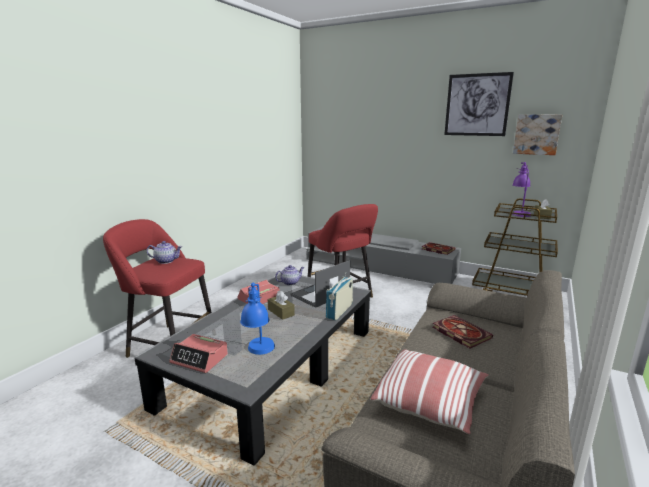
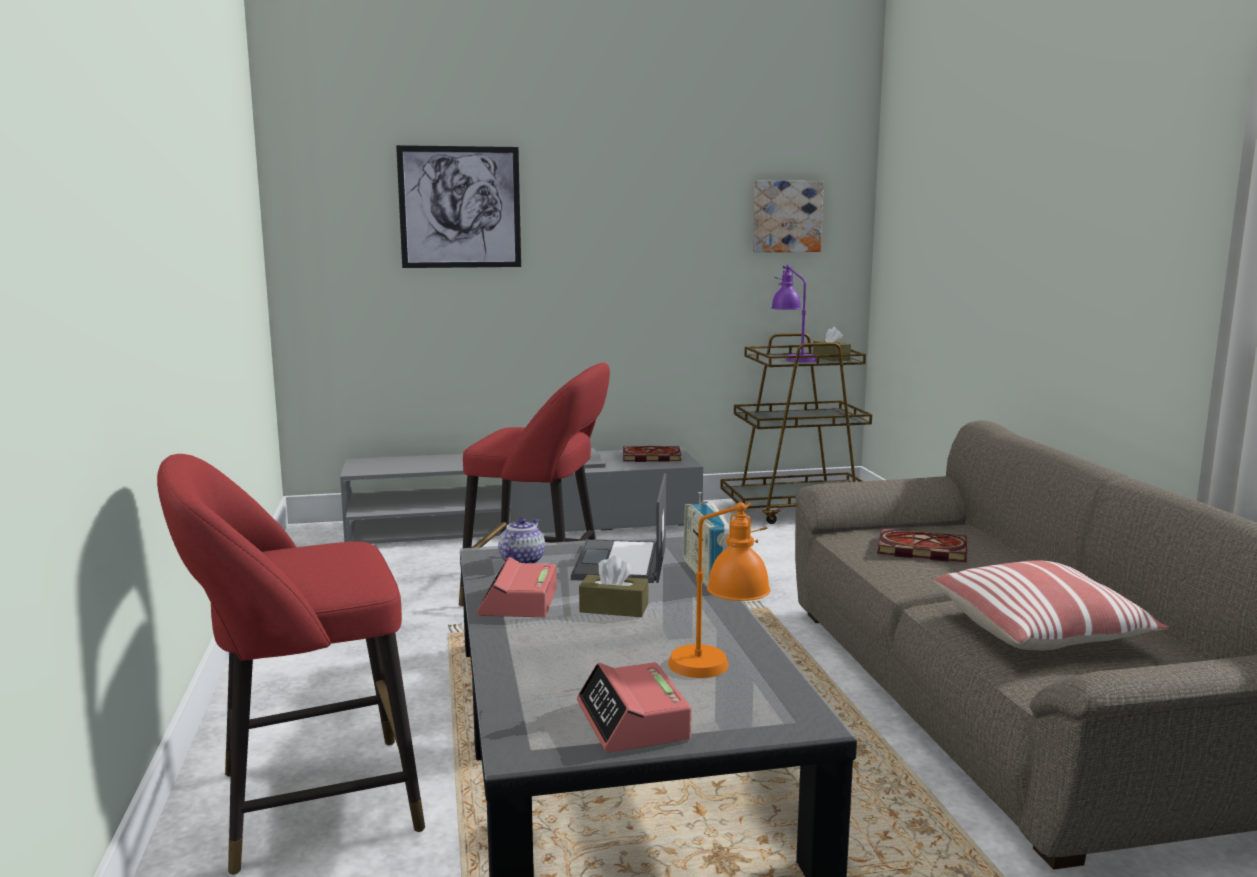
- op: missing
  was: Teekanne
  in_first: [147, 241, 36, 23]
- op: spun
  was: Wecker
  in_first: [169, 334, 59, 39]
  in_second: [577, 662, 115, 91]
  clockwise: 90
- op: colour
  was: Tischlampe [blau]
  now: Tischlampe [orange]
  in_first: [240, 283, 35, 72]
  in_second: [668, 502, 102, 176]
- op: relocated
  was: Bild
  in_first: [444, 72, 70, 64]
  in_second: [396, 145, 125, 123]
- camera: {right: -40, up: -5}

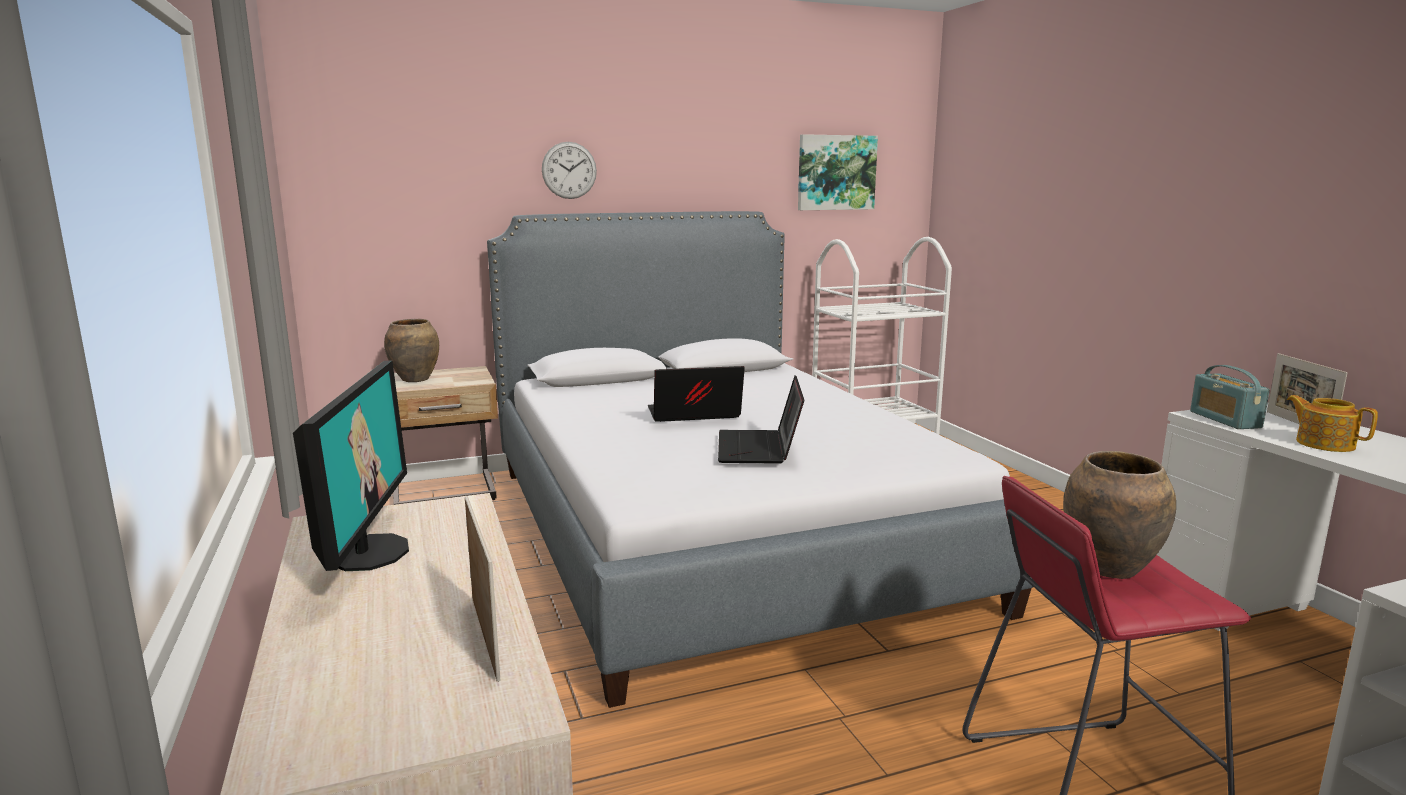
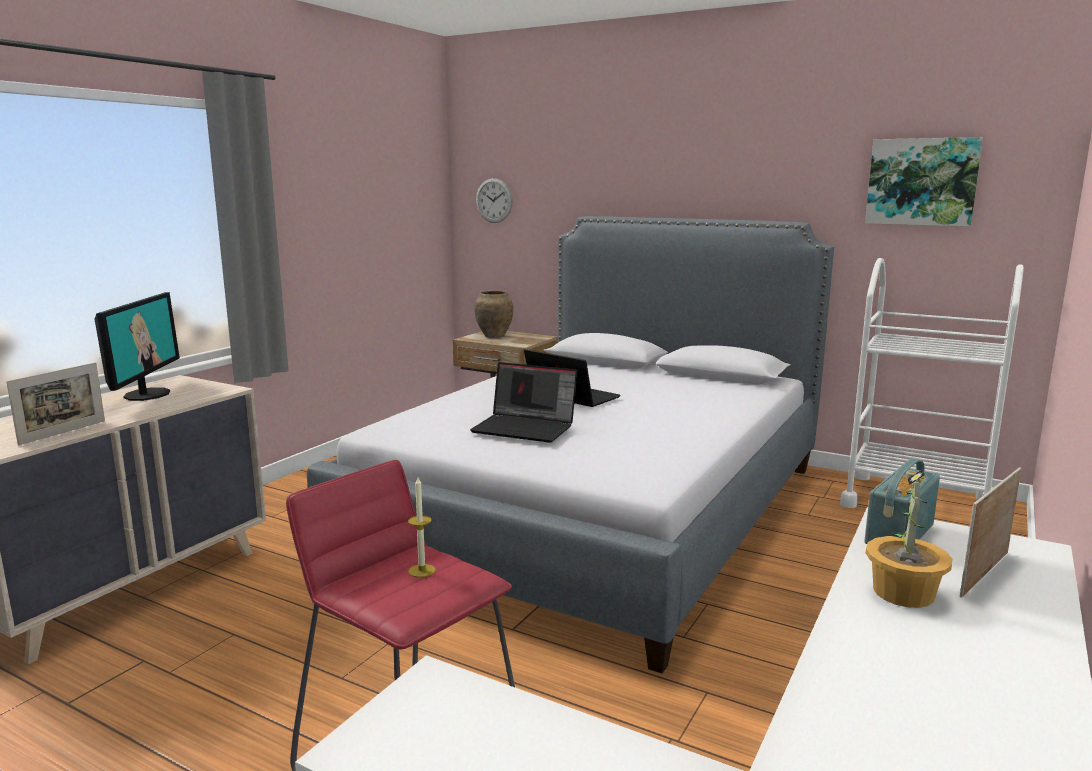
- op: spun
  was: Monitor
  in_first: [293, 360, 116, 211]
  in_second: [94, 292, 86, 109]
  clockwise: -45
- op: relocated
  was: Wanduhr
  in_first: [542, 142, 55, 57]
  in_second: [476, 178, 37, 45]
- op: spun
  was: Laptop
  in_first: [718, 376, 86, 88]
  in_second: [470, 362, 107, 81]
  clockwise: -120
- op: exchanged
  was: Vase [braun]
  now: Kerze
  in_first: [1063, 451, 113, 128]
  in_second: [408, 477, 28, 100]
- op: exchanged
  was: Teekanne
  now: Topfpflanze
  in_first: [1287, 395, 91, 57]
  in_second: [866, 469, 86, 139]
- camera: {right: 50, up: 0}

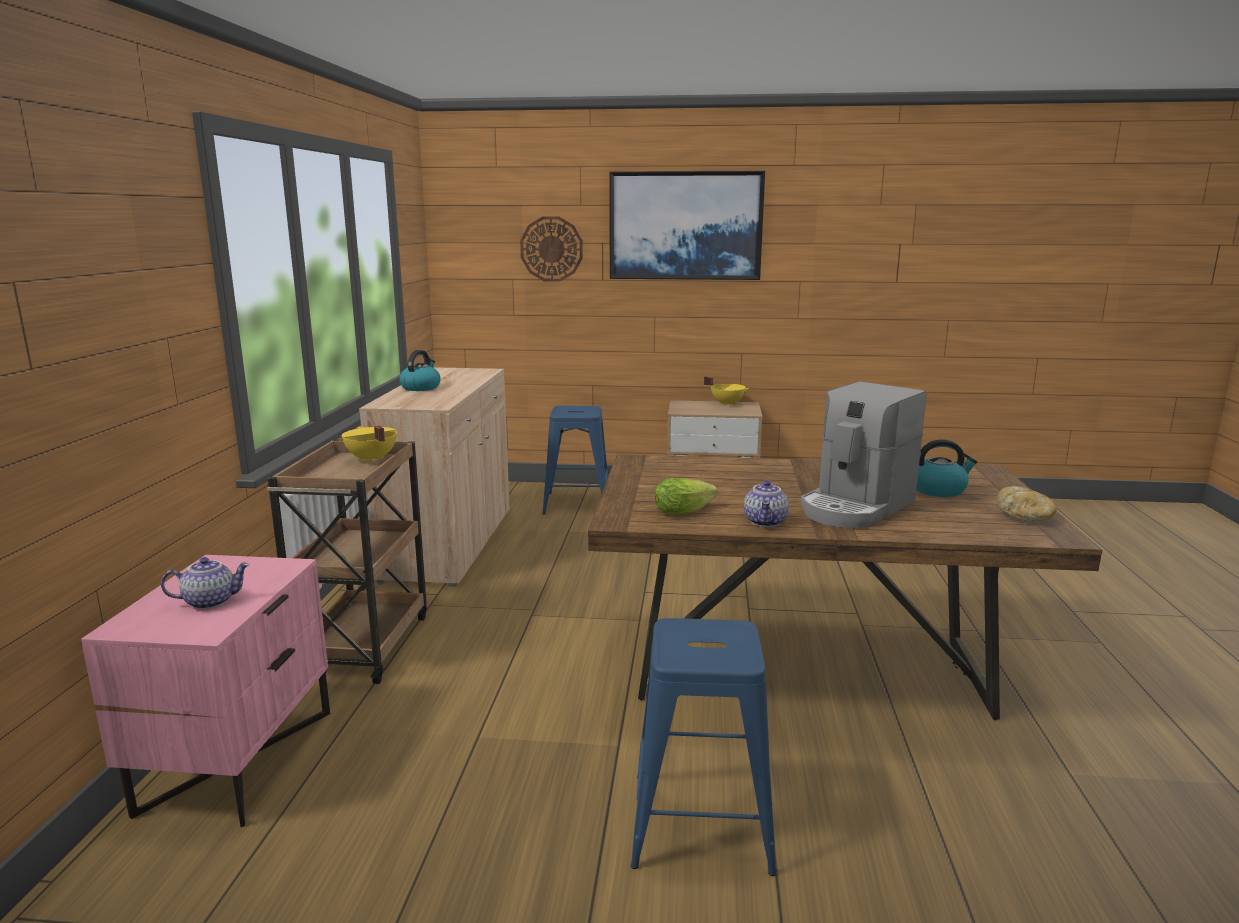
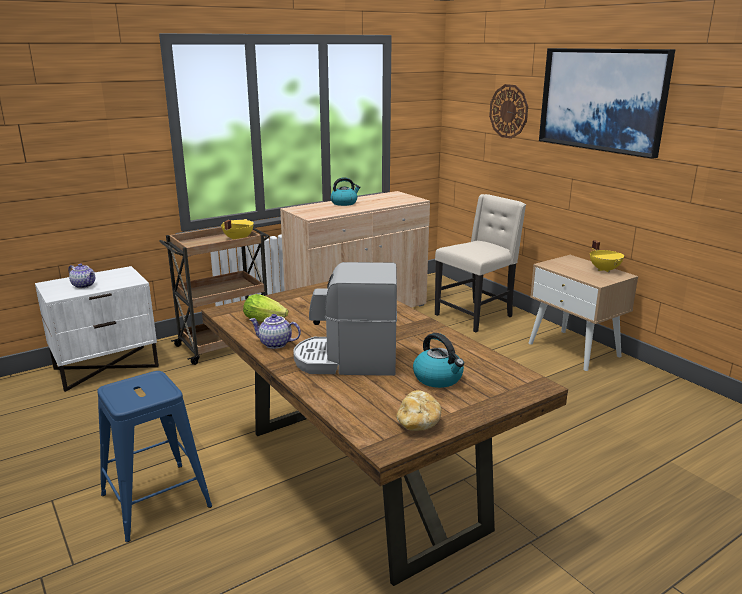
- op: colour
  was: Nachttisch [rosa]
  now: Nachttisch [weiß]
  in_first: [81, 555, 249, 272]
  in_second: [35, 266, 124, 126]
- op: exchanged
  was: Hocker [blau]
  now: Stuhl [beige]
  in_first: [542, 406, 66, 108]
  in_second: [435, 194, 91, 138]
- op: spun
  was: Teekanne
  in_first: [744, 480, 45, 47]
  in_second: [249, 314, 52, 35]
  clockwise: 45
- camera: {right: 50, up: 5}

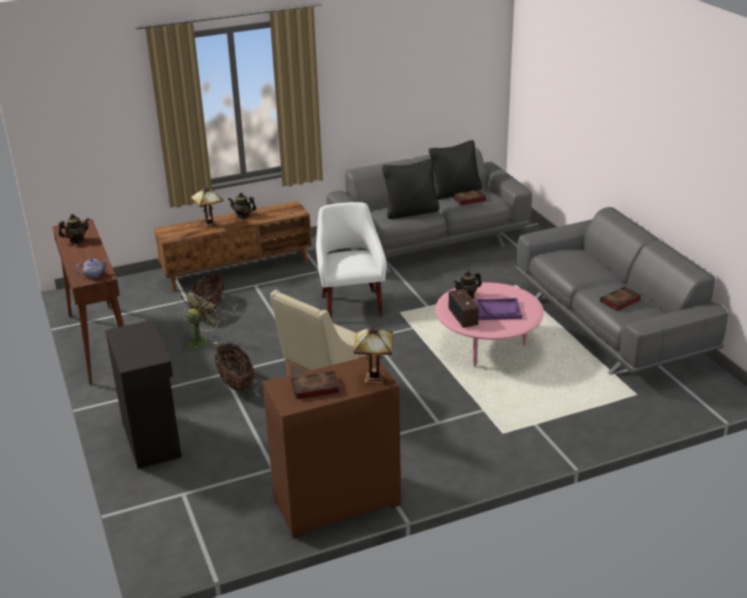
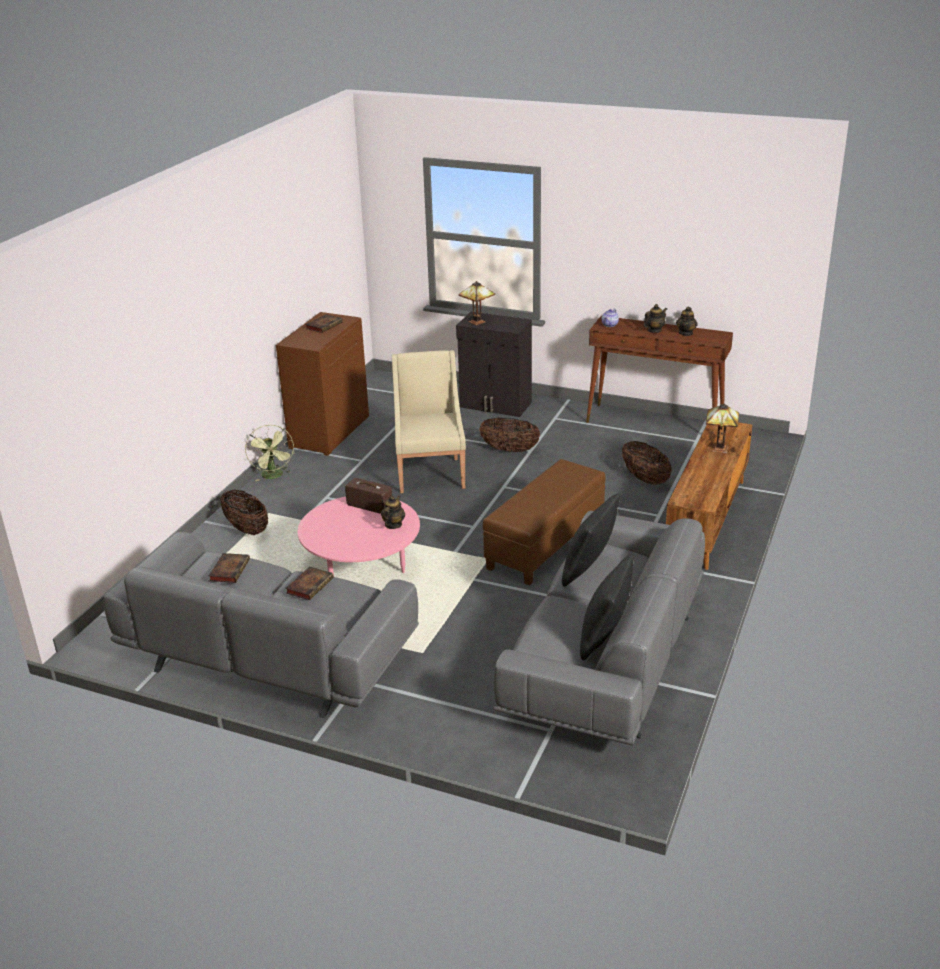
- op: relocated
  was: Ventilator [grün]
  in_first: [178, 289, 45, 61]
  in_second: [245, 425, 49, 56]
- op: relocated
  was: Teekanne
  in_first: [228, 192, 28, 27]
  in_second: [644, 304, 23, 29]
- op: exchanged
  was: Sessel [weiß]
  now: Polsterhocker [braun]
  in_first: [316, 202, 71, 118]
  in_second: [483, 459, 122, 126]
- op: relocated
  was: Tischlampe
  in_first: [354, 326, 39, 58]
  in_second: [459, 281, 36, 45]
- op: relocated
  was: Buch
  in_first: [453, 189, 34, 16]
  in_second: [286, 567, 48, 33]
- op: missing
  was: Tablett [lila]
  in_first: [475, 298, 47, 22]
- op: appeared
  now: Korb
  in_second: [220, 490, 48, 45]
- camera: {right: 135, up: 0}

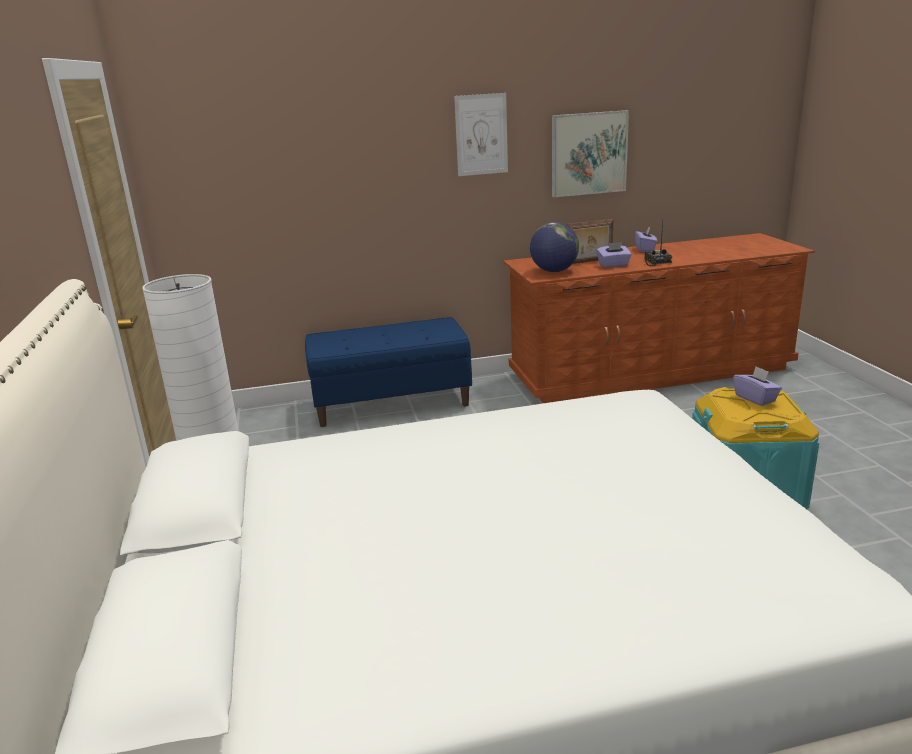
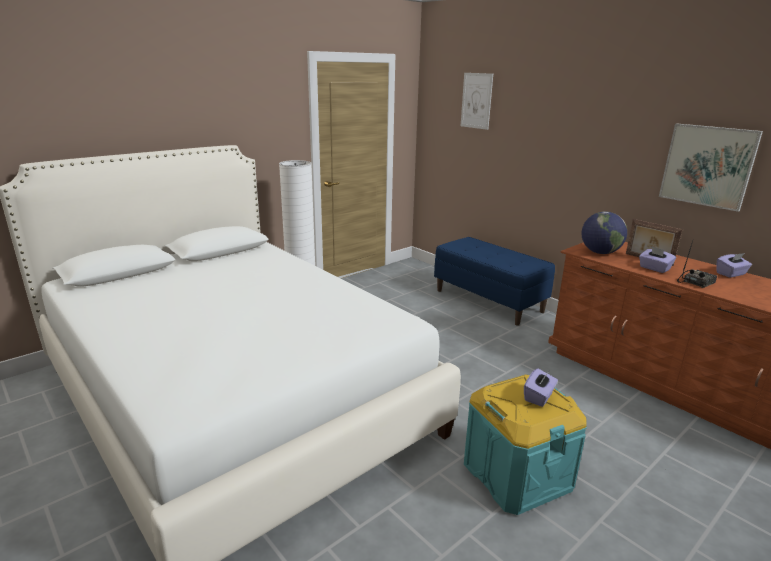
- op: relocated
  was: Bild
  in_first: [454, 93, 54, 83]
  in_second: [461, 73, 32, 57]
- camera: {right: 60, up: 0}

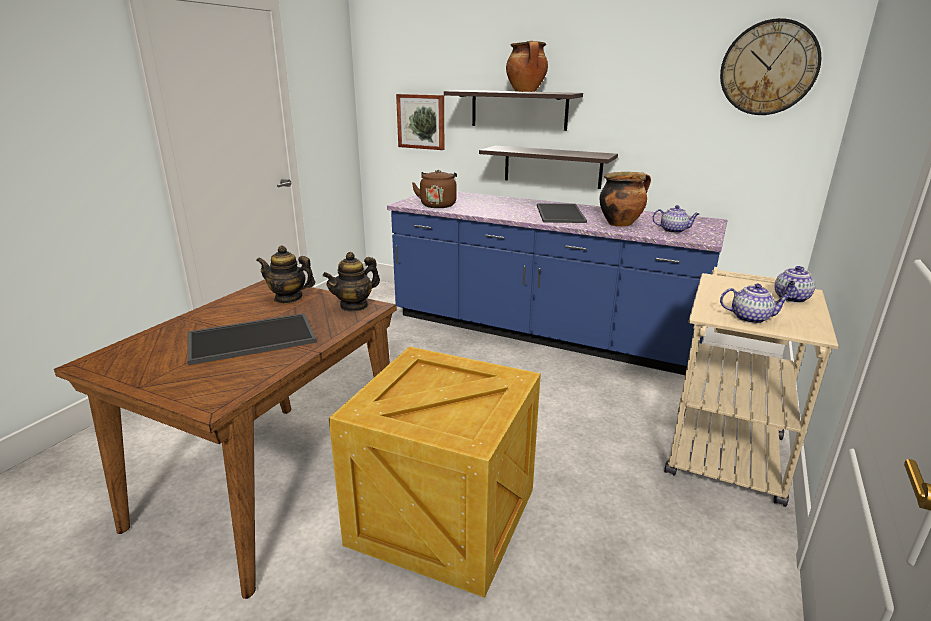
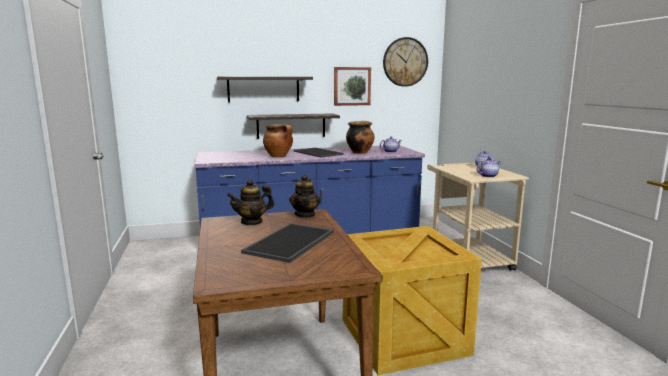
- op: relocated
  was: Bild
  in_first: [396, 94, 48, 56]
  in_second: [334, 67, 37, 39]
- op: missing
  was: Wasserkessel [braun]
  in_first: [412, 170, 45, 38]
- op: relocated
  was: Kochtopf
  in_first: [506, 41, 42, 51]
  in_second: [263, 124, 30, 33]
- camera: {right: -40, up: -10}

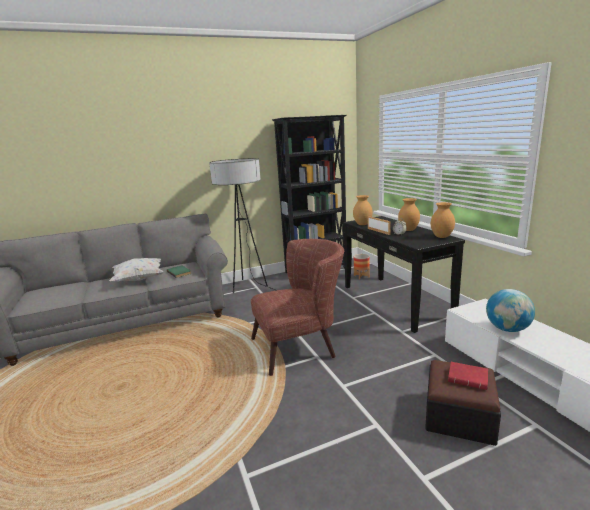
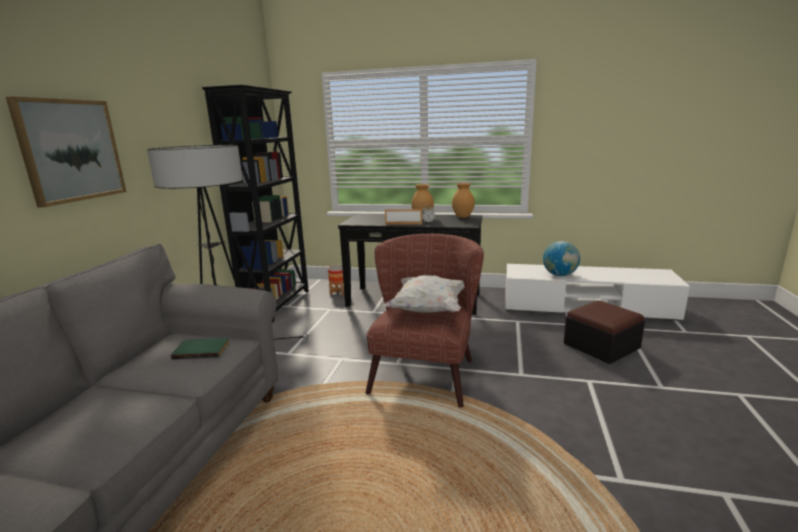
- op: relocated
  was: Kissen [weiß]
  in_first: [109, 258, 55, 24]
  in_second: [384, 275, 81, 38]
- op: missing
  was: Vase [braun]
  in_first: [353, 195, 19, 30]
- op: missing
  was: Buch [rot]
  in_first: [448, 362, 40, 28]
- op: appeared
  now: Bild
  in_second: [6, 96, 120, 111]
- camera: {right: -55, up: 0}

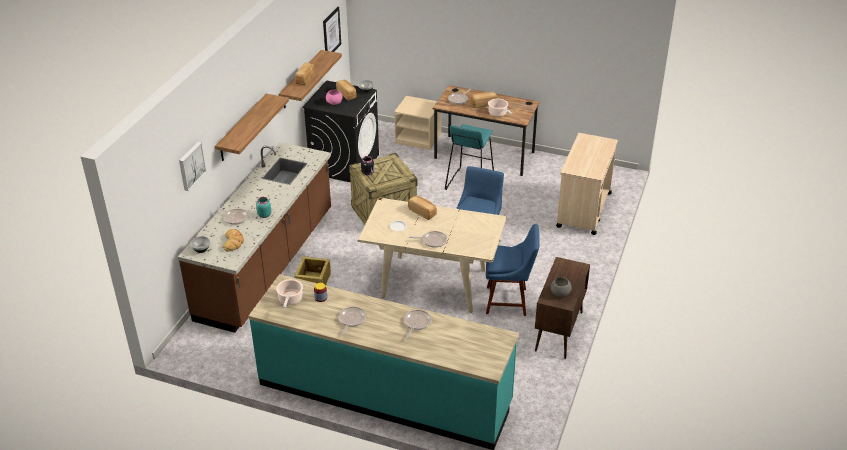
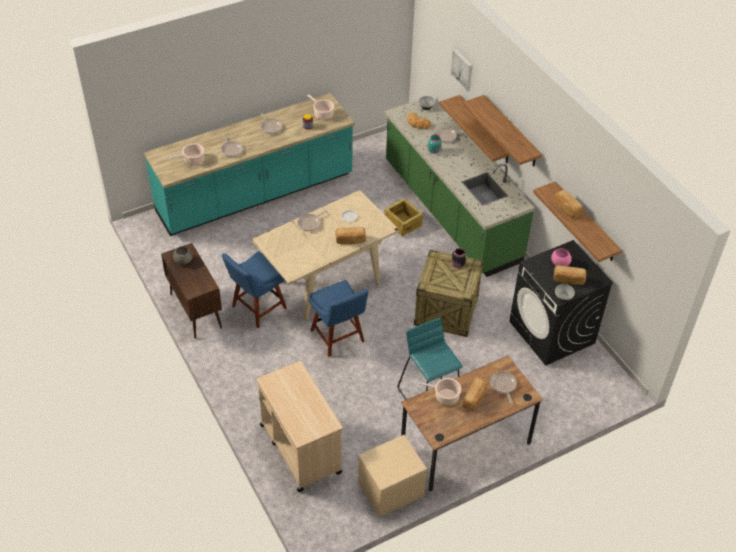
- op: colour
  was: Küchenzeile [braun]
  now: Küchenzeile [grün]
  in_first: [178, 142, 153, 191]
  in_second: [385, 96, 150, 181]
- op: missing
  was: Bild
  in_first: [323, 7, 18, 45]
- op: relocated
  was: Nachttisch [beige]
  in_first: [394, 96, 47, 54]
  in_second: [358, 435, 69, 82]
- op: appeared
  now: Kochtopf
  in_second: [170, 143, 34, 22]
- op: appeared
  now: Wandregal
  in_second: [439, 95, 72, 68]
- camera: {right: 130, up: 10}

